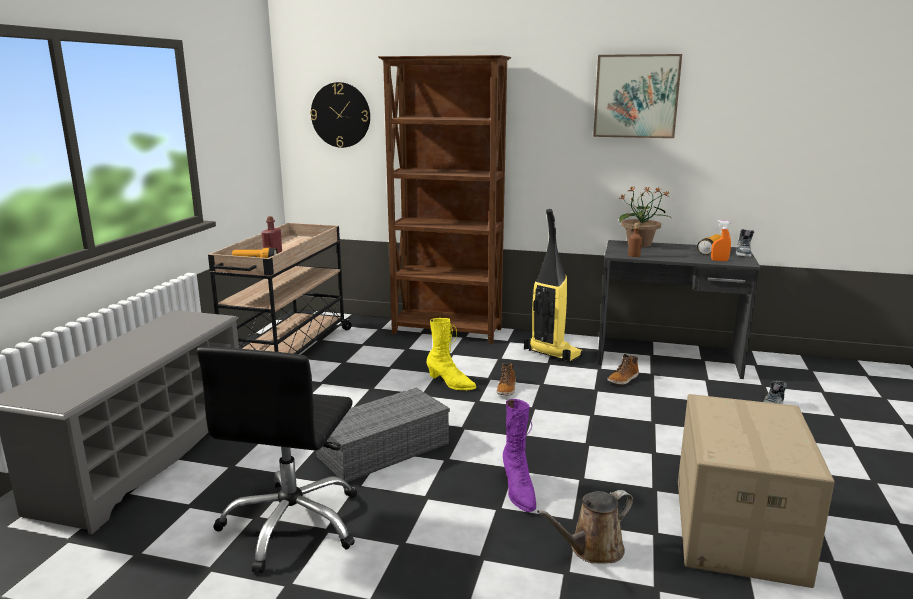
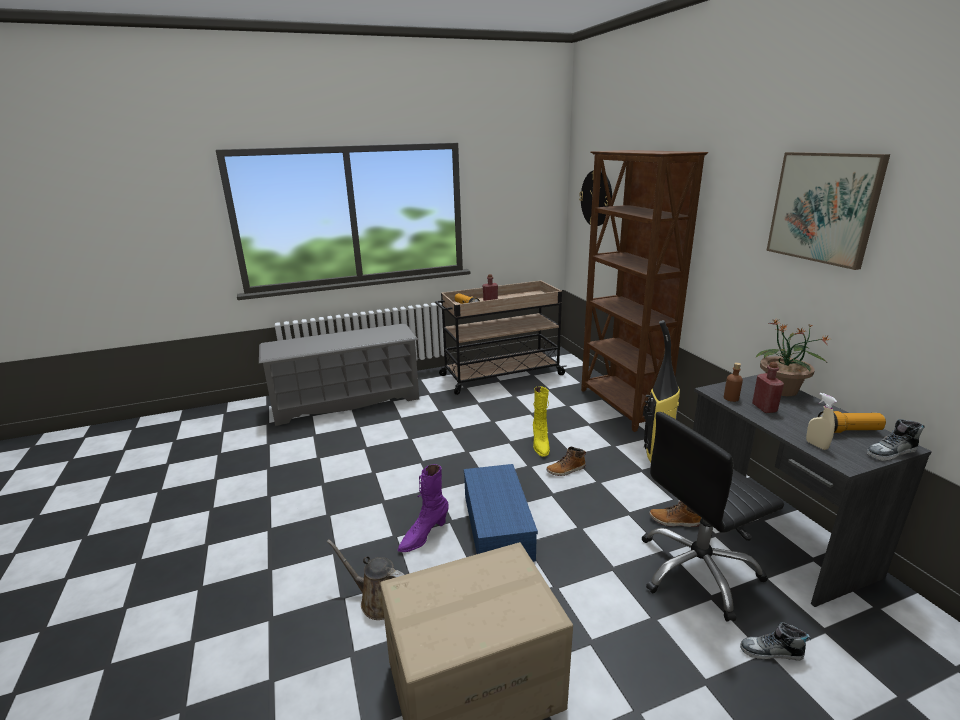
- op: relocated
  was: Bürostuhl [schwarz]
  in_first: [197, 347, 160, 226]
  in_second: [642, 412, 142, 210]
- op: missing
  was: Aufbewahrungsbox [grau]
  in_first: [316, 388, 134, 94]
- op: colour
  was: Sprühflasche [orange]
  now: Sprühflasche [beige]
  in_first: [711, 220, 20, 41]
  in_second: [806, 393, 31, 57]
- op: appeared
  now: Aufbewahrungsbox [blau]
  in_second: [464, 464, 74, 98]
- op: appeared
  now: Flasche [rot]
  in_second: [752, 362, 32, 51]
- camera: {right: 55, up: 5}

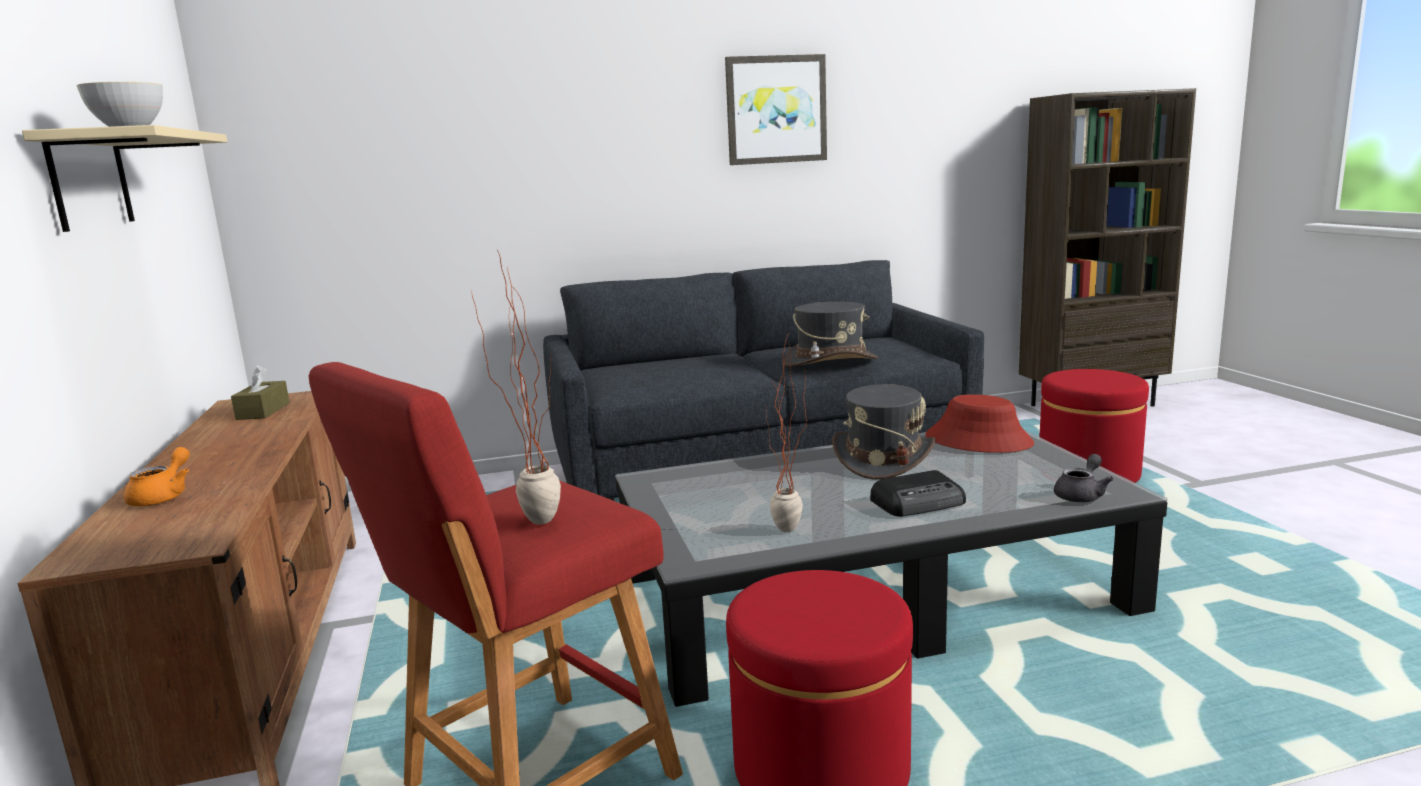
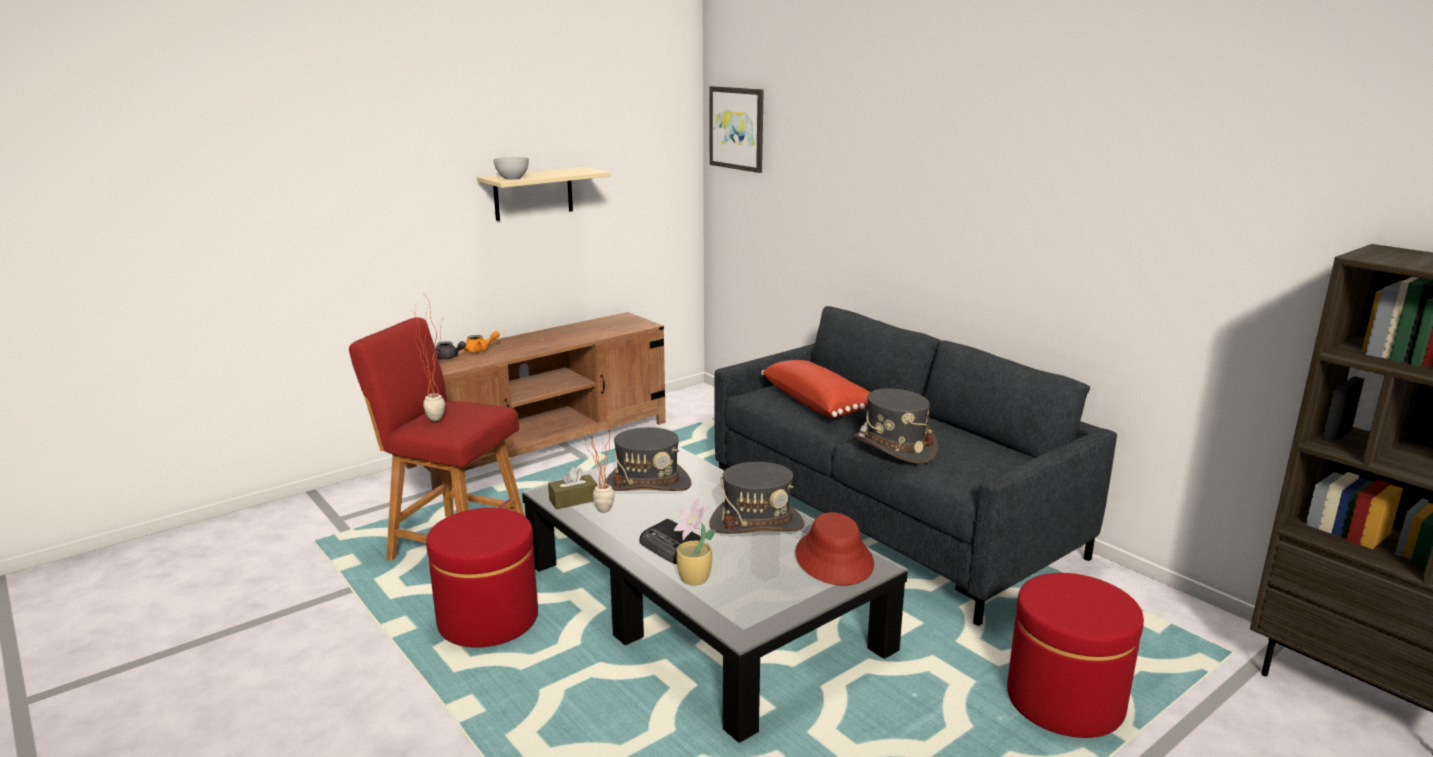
- op: relocated
  was: Taschentuchbox [braun]
  in_first: [231, 365, 59, 55]
  in_second: [548, 467, 49, 42]
- op: relocated
  was: Bild
  in_first: [725, 54, 102, 111]
  in_second: [709, 86, 55, 87]
- op: relocated
  was: Teekanne [grau]
  in_first: [1054, 454, 59, 48]
  in_second: [436, 341, 30, 19]
- op: appeared
  now: Hut [grau]
  in_second: [604, 427, 88, 64]
- op: appeared
  now: Topfpflanze
  in_second: [674, 498, 41, 87]
- op: appeared
  now: Kissen [rot]
  in_second: [761, 360, 109, 58]
- camera: {right: 65, up: 5}

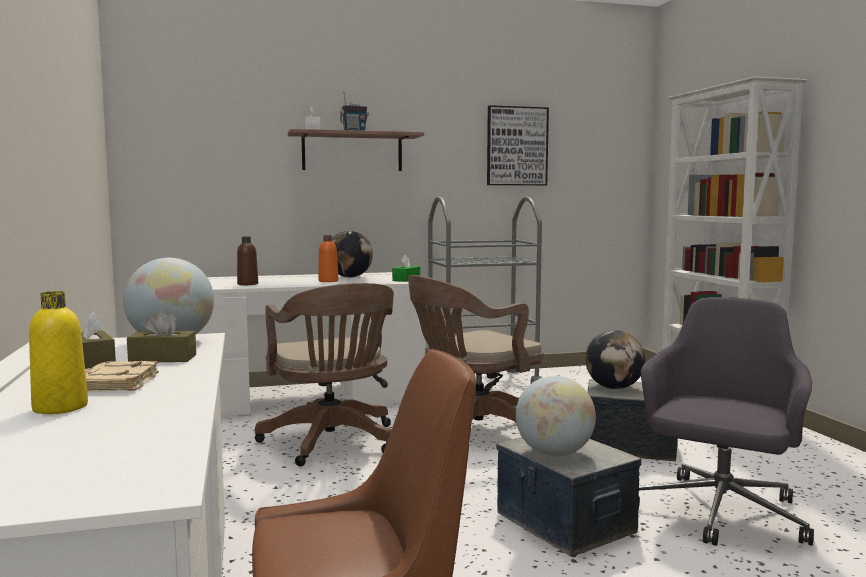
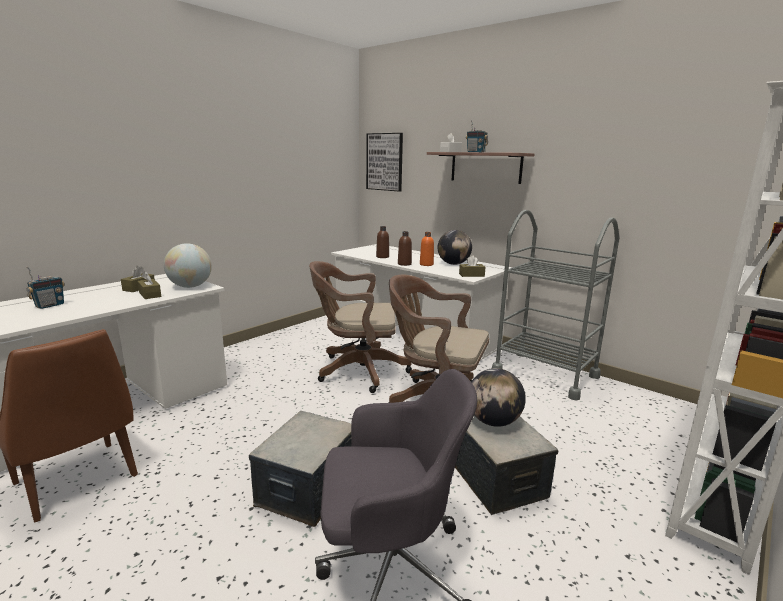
- op: exchanged
  was: Flasche [gelb]
  now: Radio
  in_first: [29, 291, 59, 123]
  in_second: [27, 266, 38, 43]
- op: missing
  was: Buch [beige]
  in_first: [85, 361, 74, 30]
- op: spun
  was: Bürostuhl [braun]
  in_first: [255, 283, 139, 183]
  in_second: [309, 261, 103, 132]
  clockwise: 60
- op: colour
  was: Taschentuchbox [grün]
  now: Taschentuchbox [braun]
  in_first: [392, 255, 28, 27]
  in_second: [459, 256, 26, 21]
- op: relocated
  was: Bild
  in_first: [487, 105, 62, 81]
  in_second: [366, 133, 37, 59]
- op: missing
  was: Globus
  in_first: [516, 376, 80, 80]
- op: appeared
  now: Flasche [braun]
  in_second: [398, 231, 14, 35]
- camera: {right: 55, up: 10}

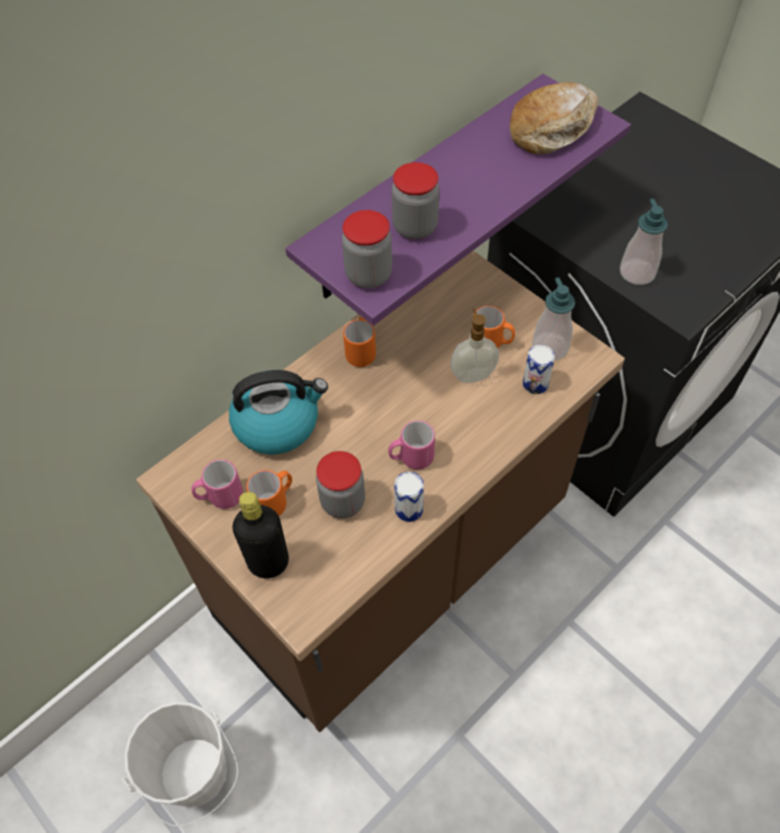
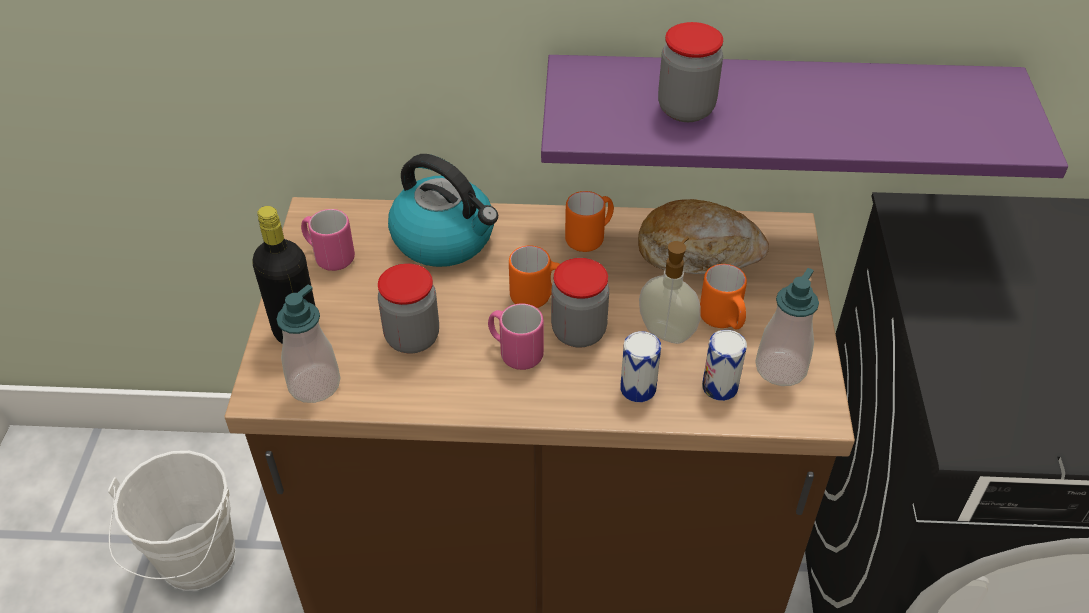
- op: relocated
  was: Henkelbecher [orange]
  in_first: [246, 470, 46, 46]
  in_second: [509, 245, 51, 63]
- op: relocated
  was: Vorratsglas
  in_first: [342, 210, 50, 78]
  in_second: [551, 258, 58, 90]
- op: relocated
  was: Dose
  in_first: [394, 471, 30, 51]
  in_second: [620, 331, 41, 71]
- op: relocated
  was: Brot
  in_first: [510, 82, 88, 72]
  in_second: [638, 199, 131, 75]
- op: relocated
  was: Seifenspender
  in_first: [620, 199, 48, 86]
  in_second: [276, 285, 64, 118]
- camera: {right: 45, up: -10}

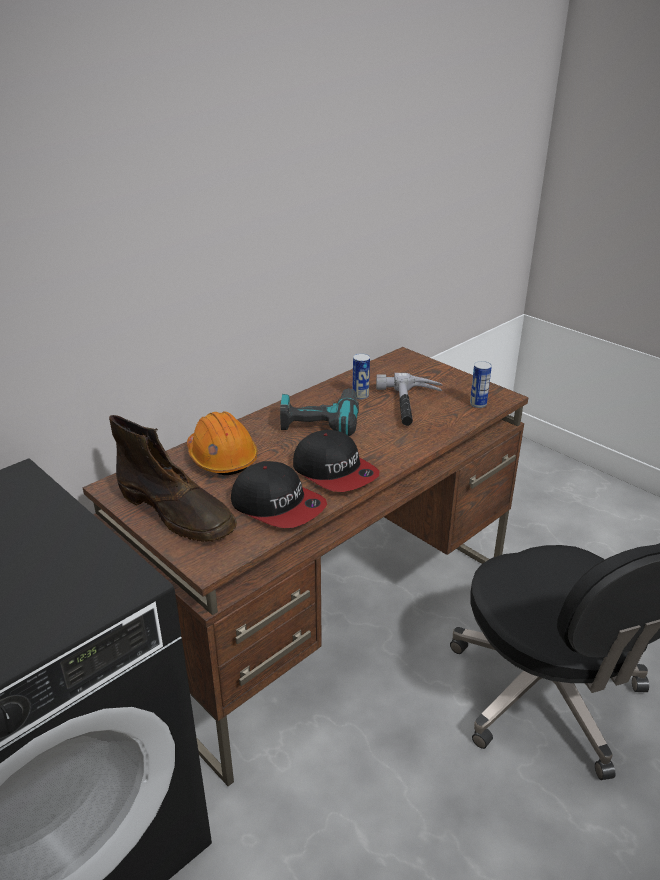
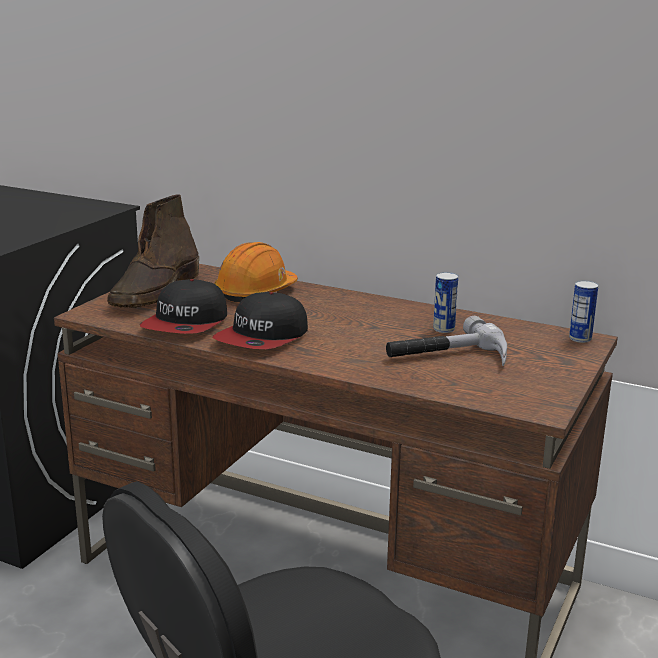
- op: missing
  was: Bohrmaschine
  in_first: [280, 388, 79, 48]
- op: relocated
  was: Dose
  in_first: [470, 361, 22, 47]
  in_second: [569, 281, 30, 62]
- camera: {right: 70, up: -10}

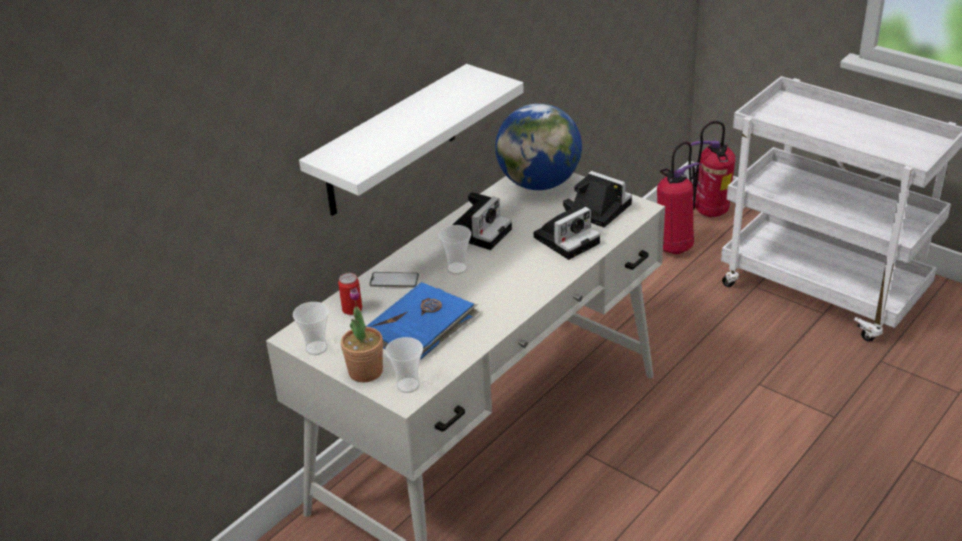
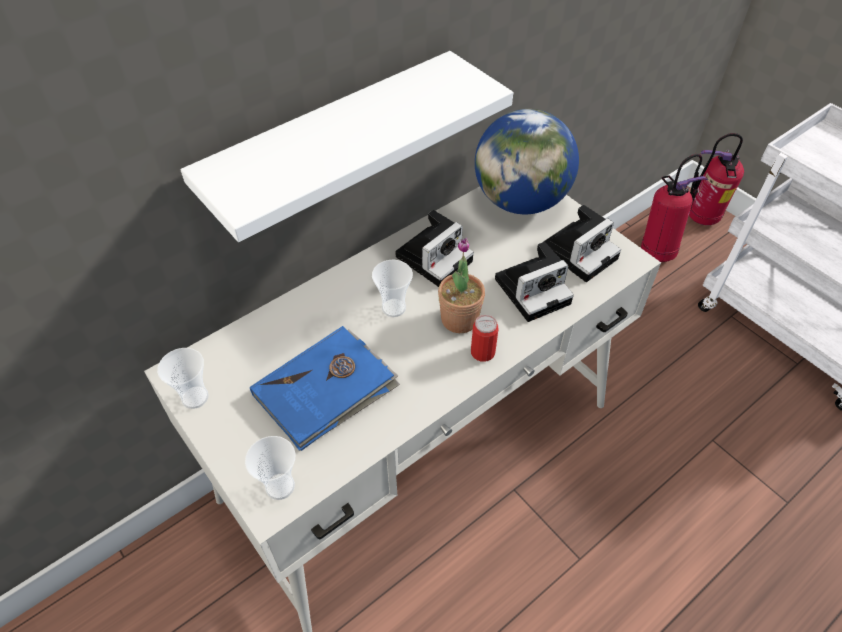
- op: relocated
  was: Dose
  in_first: [338, 273, 24, 42]
  in_second: [471, 315, 28, 47]
- op: relocated
  was: Topfpflanze
  in_first: [341, 287, 42, 95]
  in_second: [438, 238, 47, 95]
- op: missing
  was: Handy
  in_first: [369, 272, 50, 16]
- op: spun
  was: Kamera
  in_first: [574, 171, 58, 56]
  in_second: [544, 205, 77, 77]
  clockwise: 90
- camera: {right: 10, up: 15}

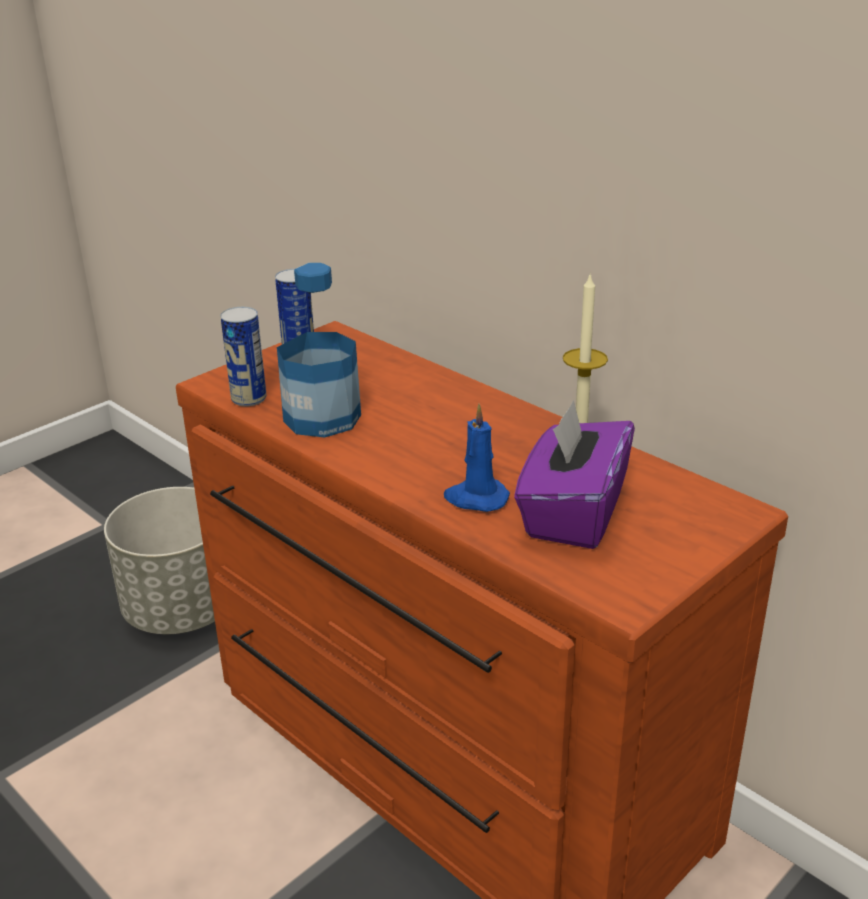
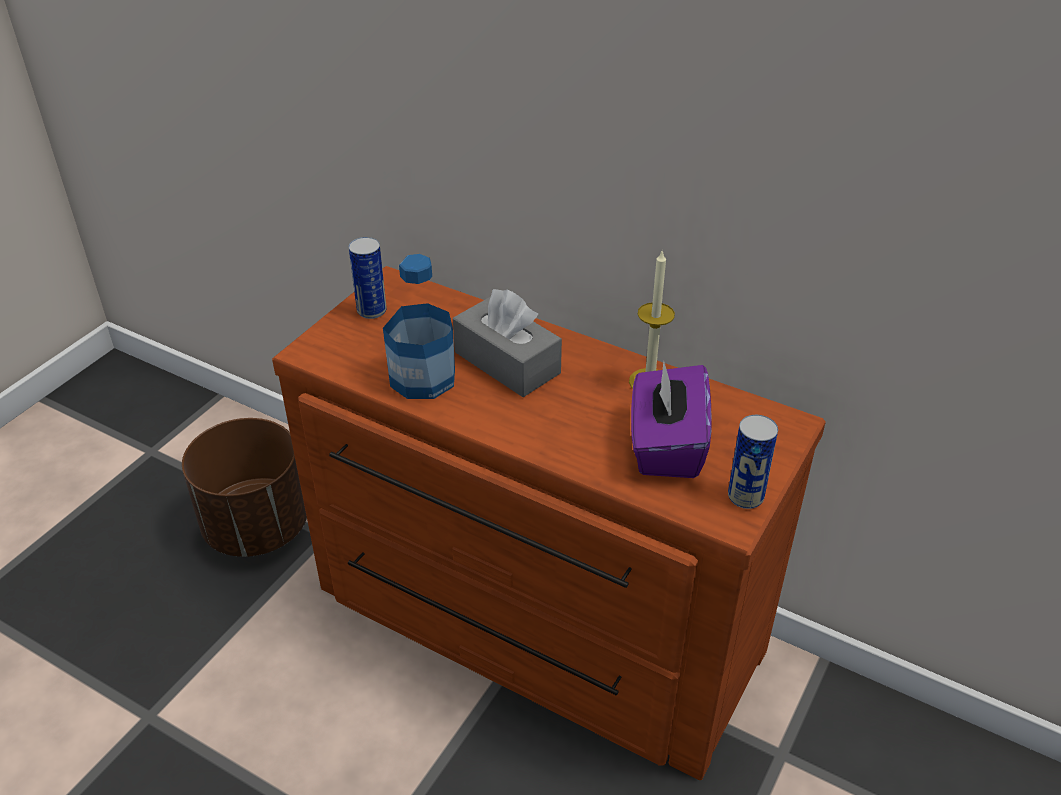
- op: colour
  was: Pflanzkübel [grau]
  now: Pflanzkübel [braun]
  in_first: [104, 487, 111, 147]
  in_second: [182, 418, 125, 139]
- op: relocated
  was: Dose
  in_first: [220, 307, 47, 100]
  in_second: [728, 415, 50, 94]
- op: missing
  was: Kerze [blau]
  in_first: [444, 404, 66, 108]
- op: appeared
  now: Taschentuchbox [grau]
  in_second: [453, 289, 109, 108]
- camera: {right: -15, up: 10}

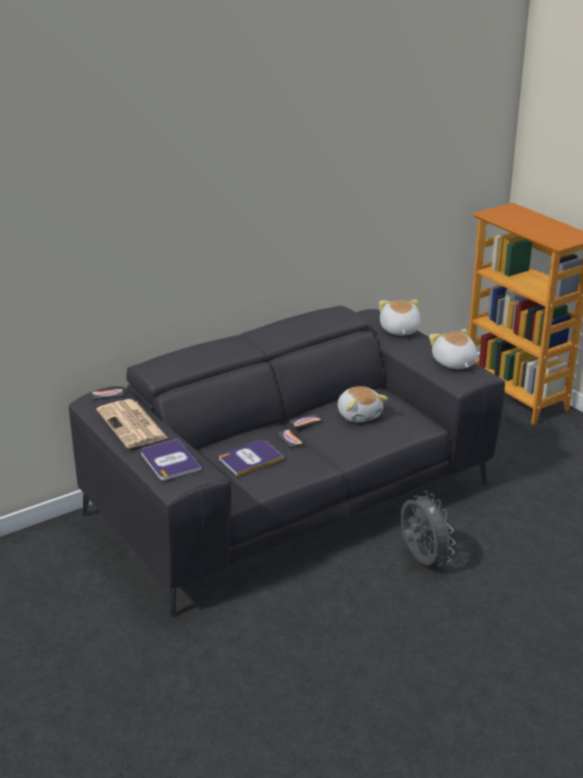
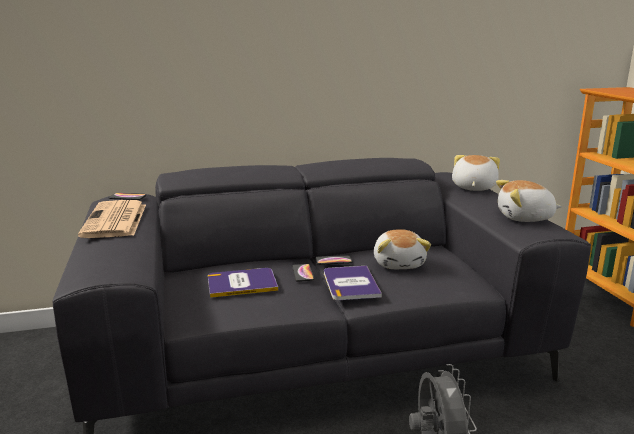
- op: relocated
  was: Buch
  in_first: [141, 439, 60, 41]
  in_second: [324, 266, 58, 34]
- op: spun
  was: Plüschtier
  in_first: [429, 329, 48, 40]
  in_second: [496, 180, 66, 42]
  clockwise: -90
- camera: {right: 20, up: -10}

